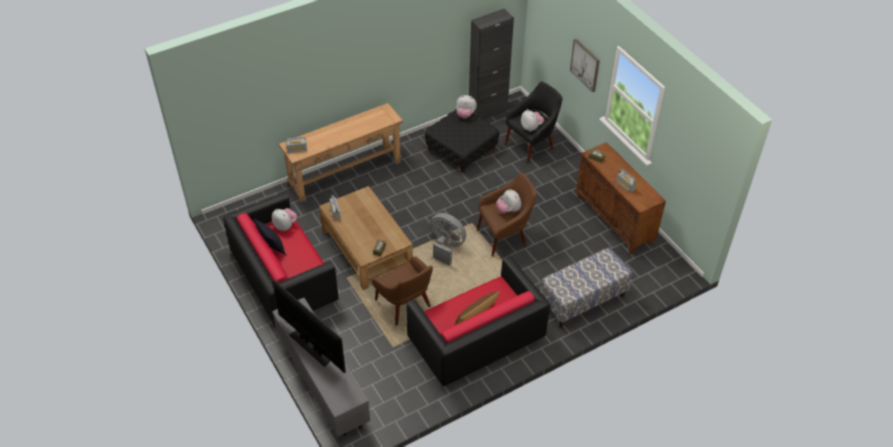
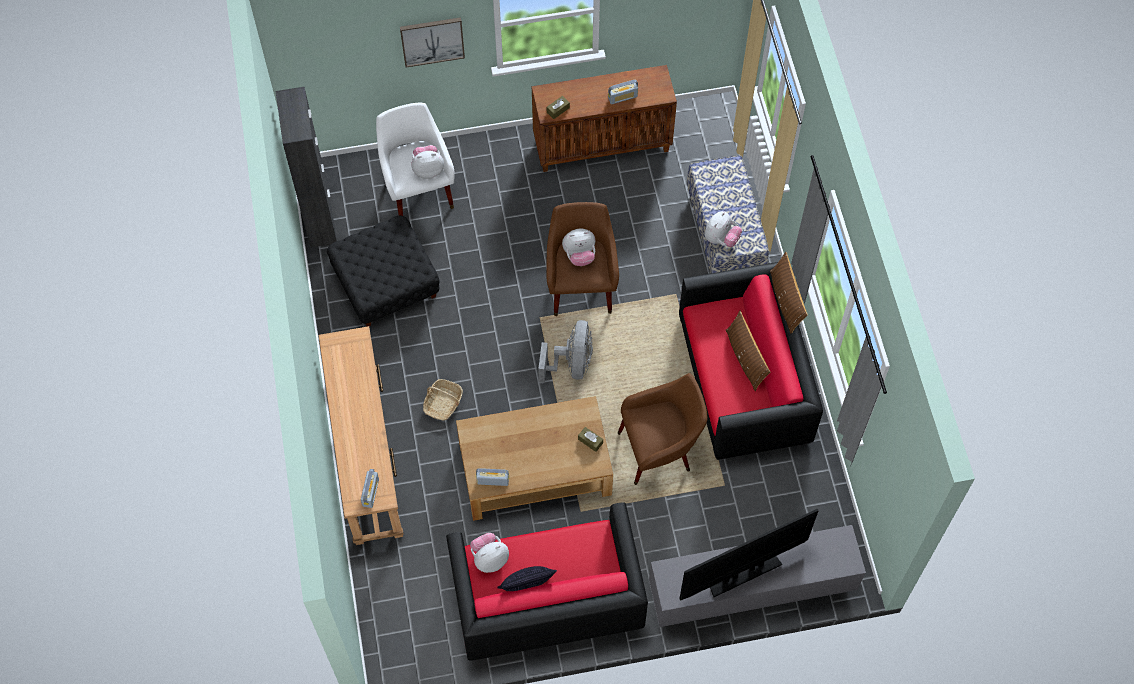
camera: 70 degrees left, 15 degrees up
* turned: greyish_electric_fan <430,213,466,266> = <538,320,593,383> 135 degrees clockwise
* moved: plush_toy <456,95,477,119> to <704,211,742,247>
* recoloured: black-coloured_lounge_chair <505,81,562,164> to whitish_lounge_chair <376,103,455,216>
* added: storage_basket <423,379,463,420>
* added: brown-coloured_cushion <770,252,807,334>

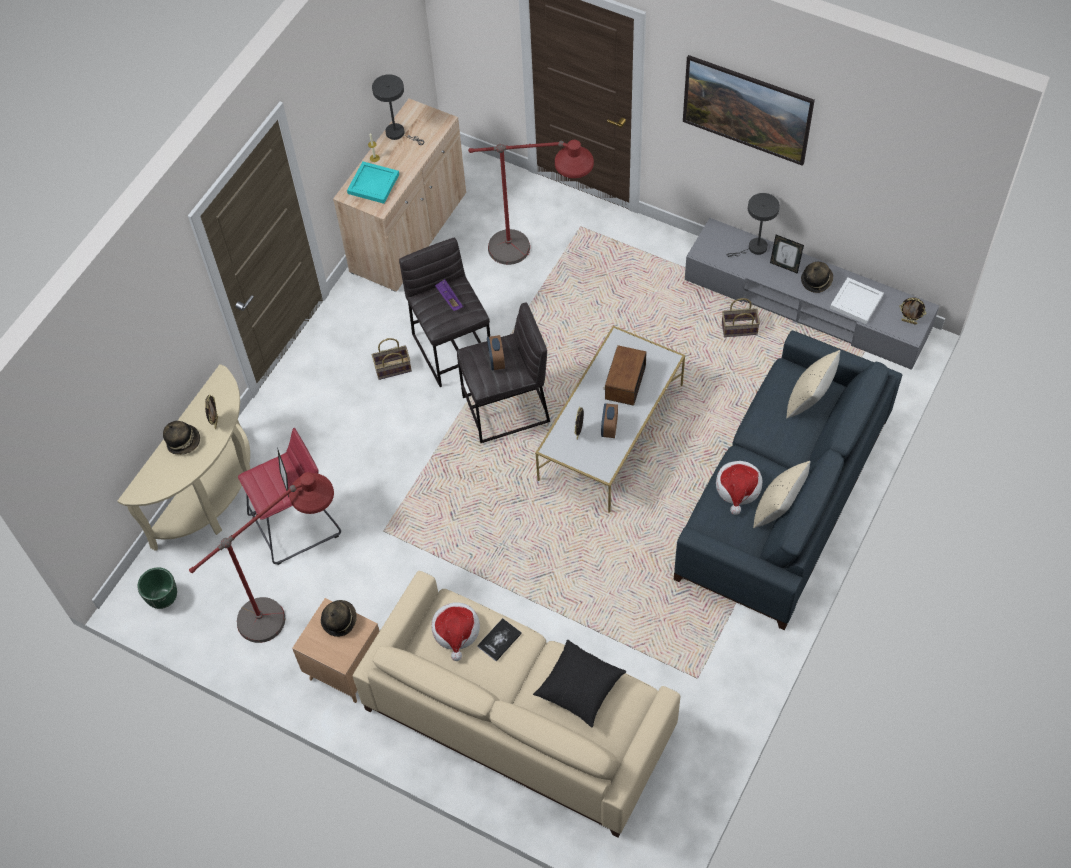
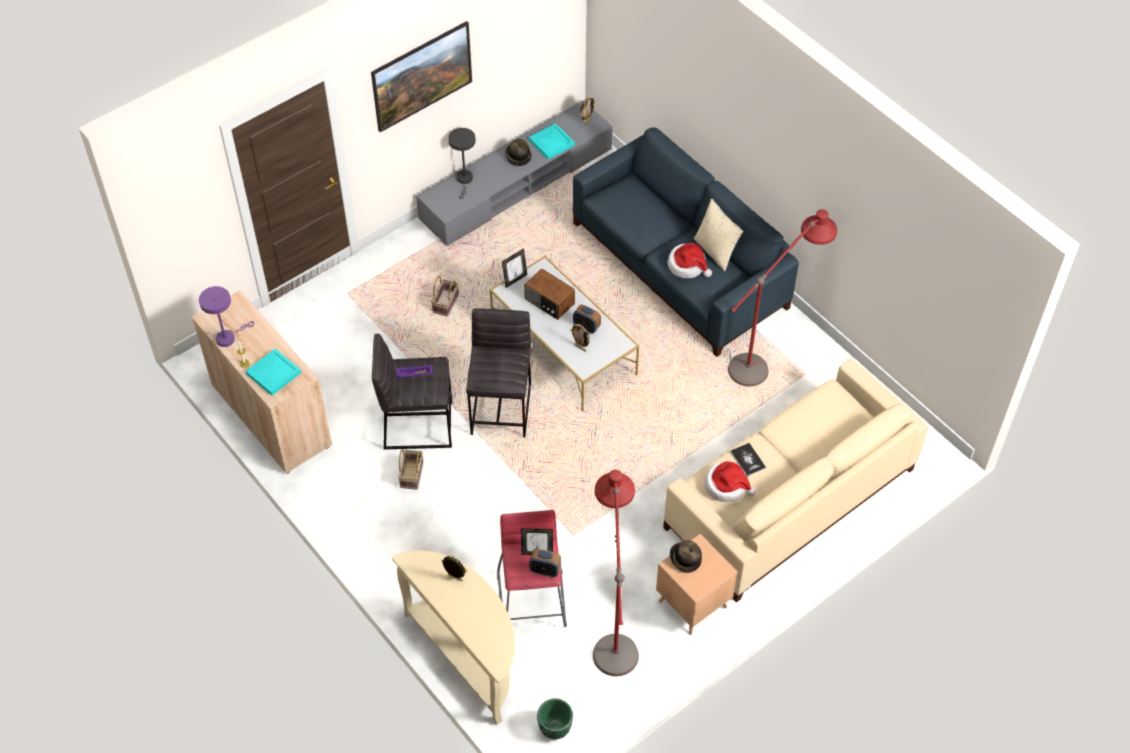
camera: 70 degrees left, 5 degrees down
* removed: clothing_hat <163,421,200,455>
* recoloured: greyish_lamp_for_a_table <372,74,424,145> to purplish_lamp_for_a_table <199,286,254,347>
* moved: red-coloured_floor_lamp <468,140,594,265> to <728,209,837,387>
* moved: table_clock <487,335,505,370> to <529,549,561,577>
* removed: black-coloured_cushion <533,640,626,727>
* moved: storage_basket <722,298,760,337> to <431,276,459,317>
* moved: photo_frame <770,235,804,274> to <502,248,527,288>
* removed: sand-coloured_cushion <786,350,840,419>
* recoloured: whitish_carrying_tray <830,277,884,324> to turquoise-coloured_carrying_tray <529,123,575,159>

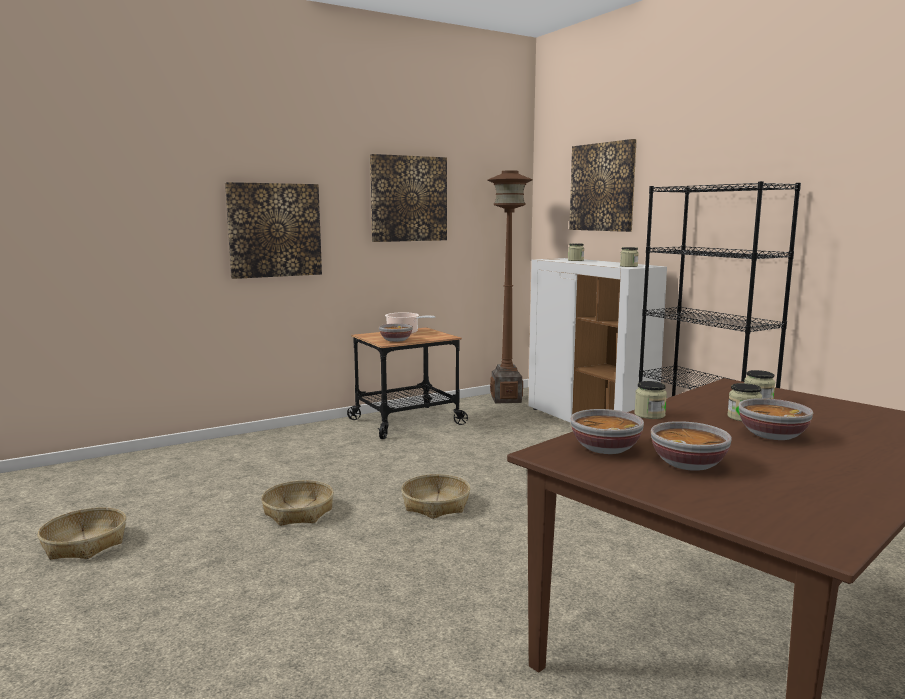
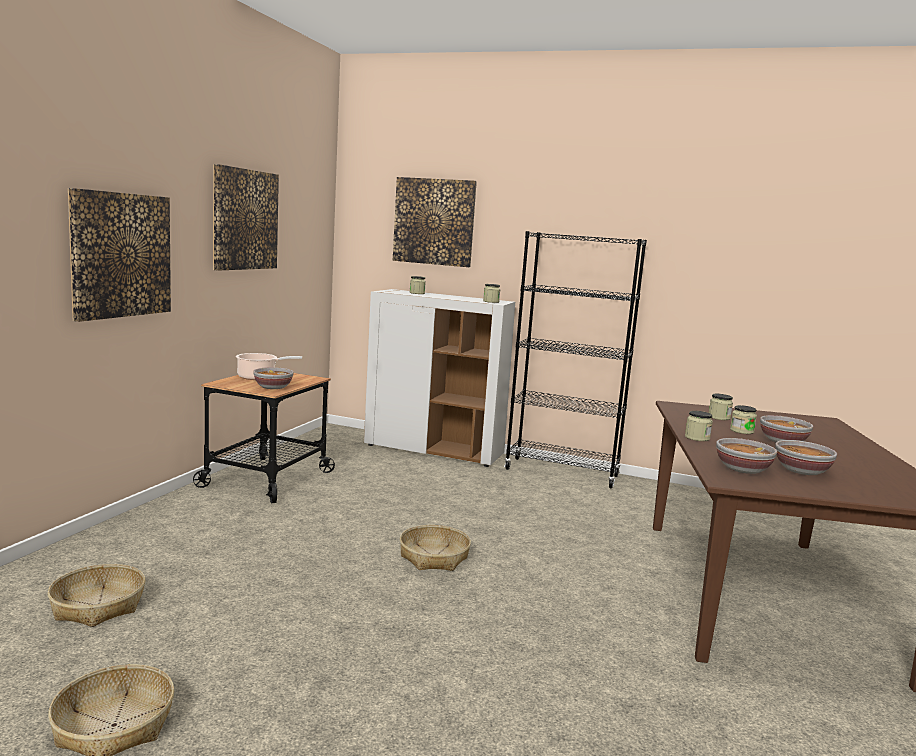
camera: 40 degrees left, 0 degrees up
* moved: storage_basket <261,480,334,526> to <47,564,145,627>
* removed: brown-coloured_floor_lamp <488,170,533,403>

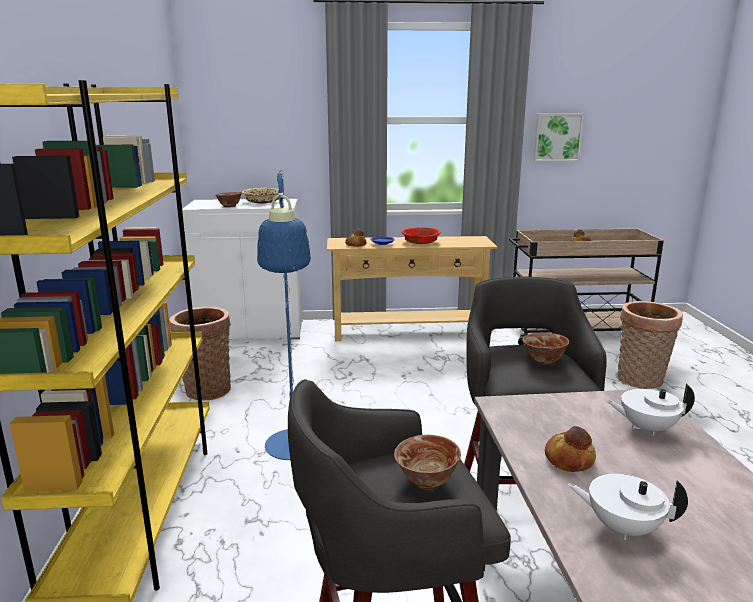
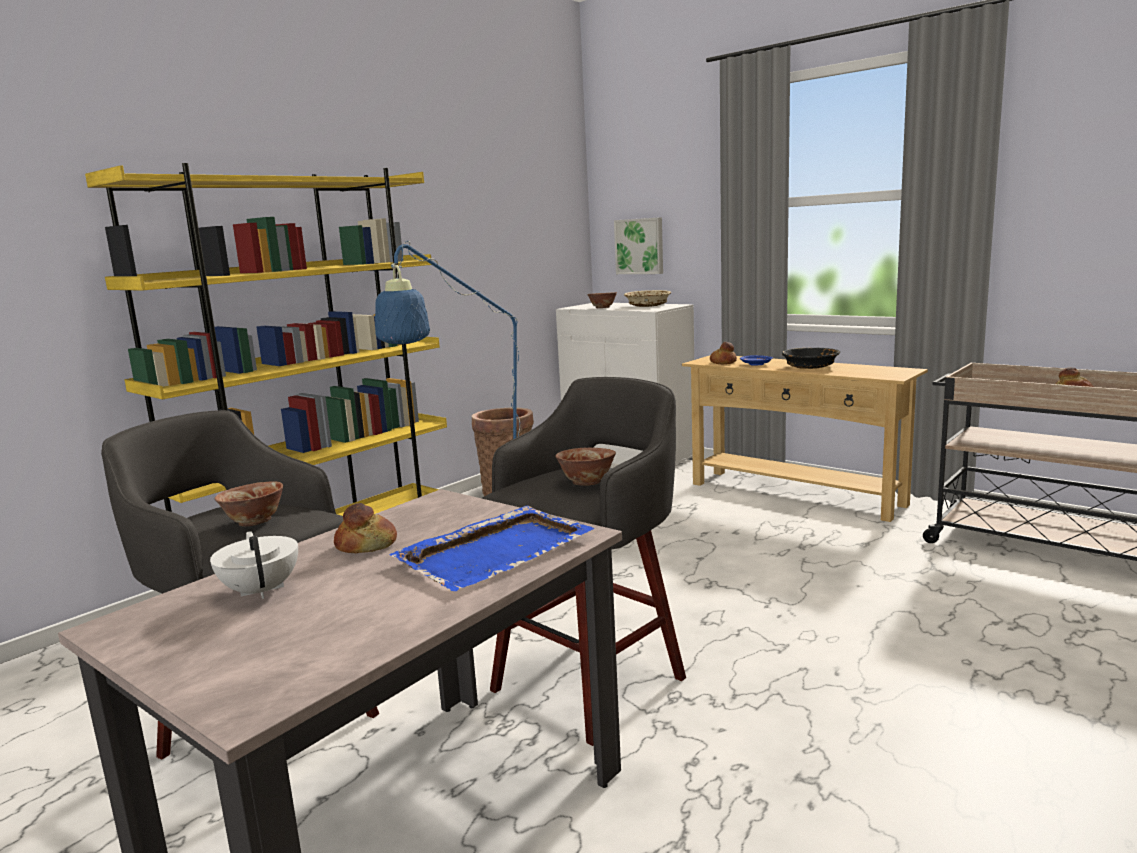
camera: 45 degrees right, 5 degrees down
* recoloured: red-coloured_deep_dish <402,227,441,244> to black-coloured_deep_dish <782,348,840,369>
* moved: picture <533,114,584,161> to <614,217,663,274>
* replaced: whitish_tea_pot <606,384,695,436> to blue_carrying_tray <389,506,594,591>
* removed: storage_basket <617,301,683,389>

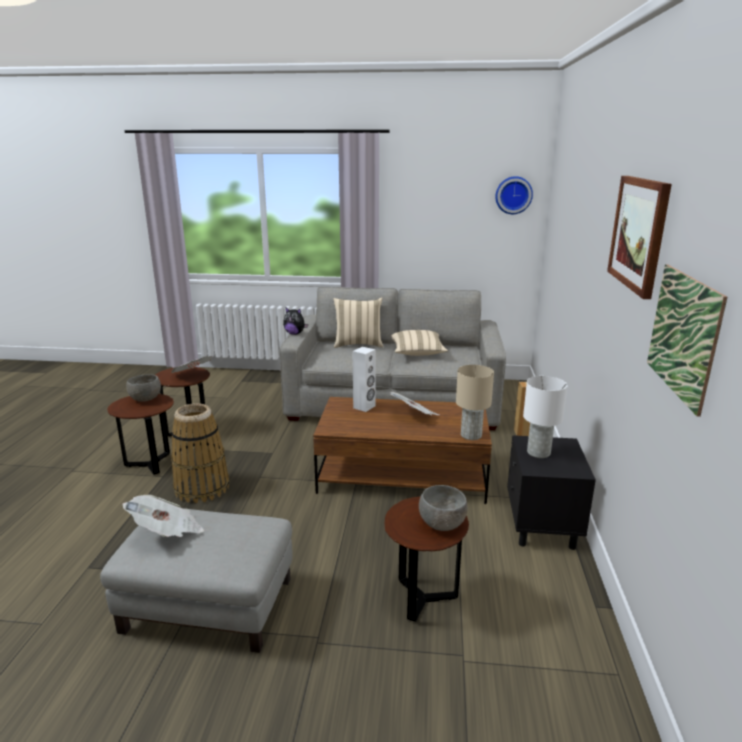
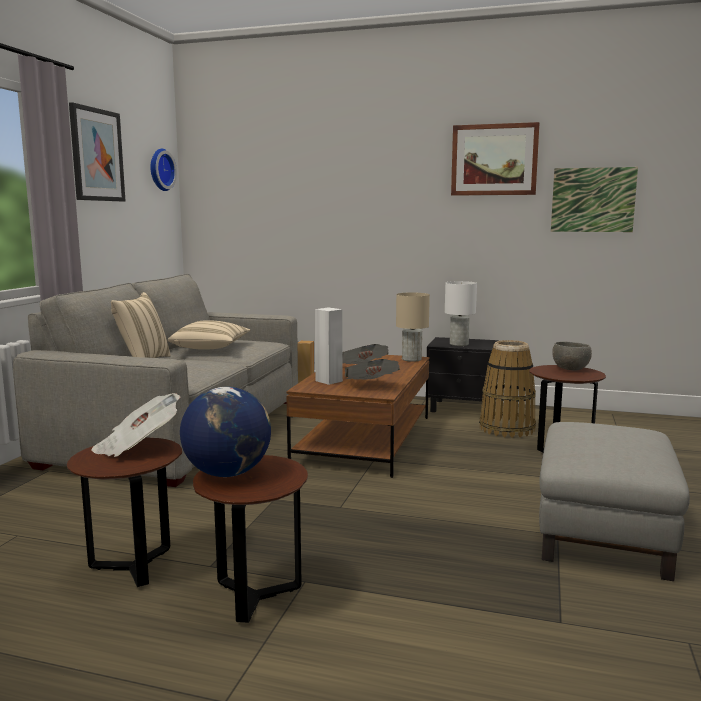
camera: 80 degrees left, 10 degrees down
* moved: daily_paper <122,495,204,537> to <345,359,400,380>
* replaced: greyish_deep_dish <126,374,161,402> to desk_globe <180,387,271,477>
* moved: storage_basket <171,403,229,503> to <479,340,536,438>
* removed: plush_toy <283,308,308,335>
* added: picture <69,102,125,201>

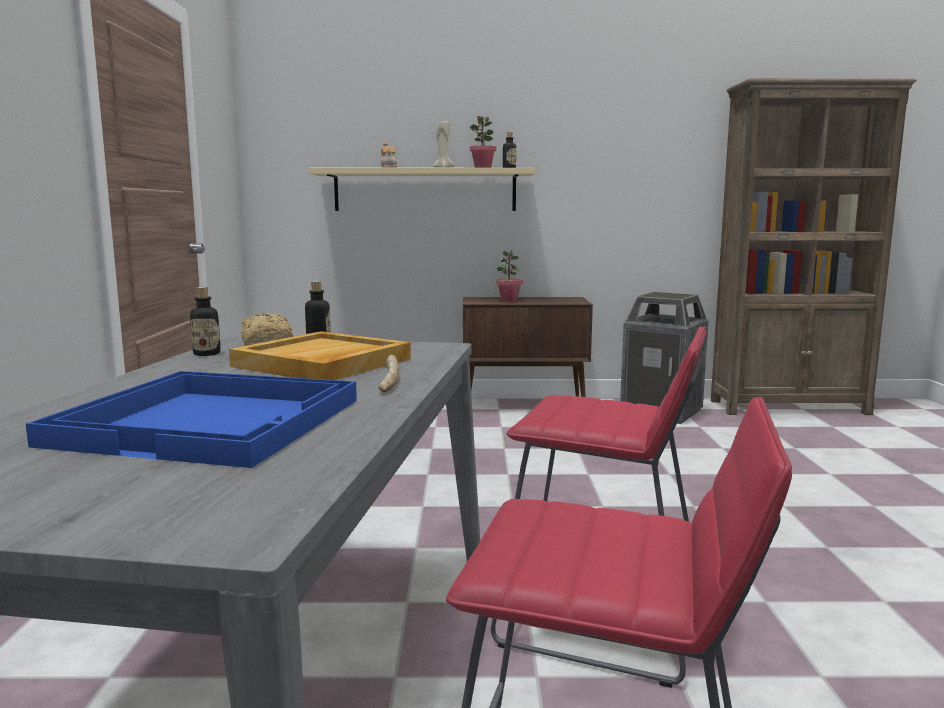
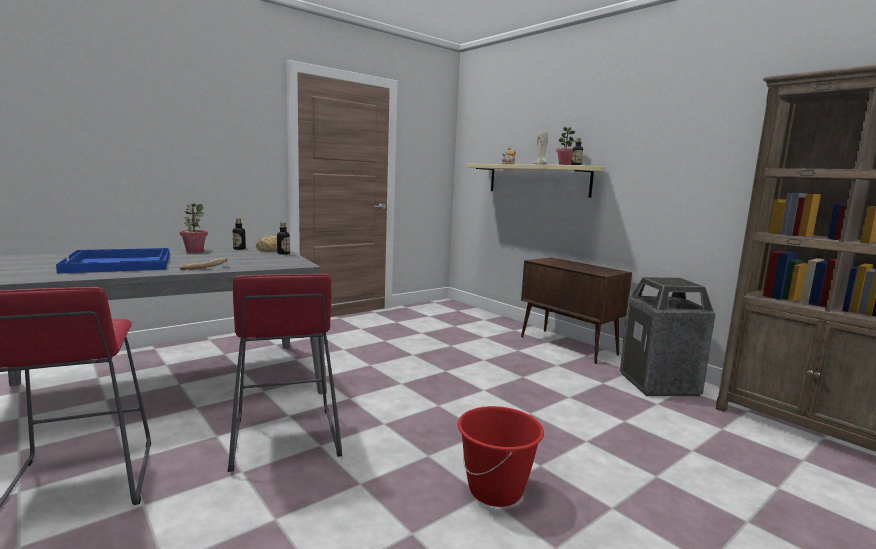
camera: 50 degrees right, 0 degrees up
* removed: sand-coloured_carrying_tray <229,331,411,380>
* moved: potted_plant <496,250,523,302> to <180,204,208,253>
* added: red-coloured_water_bucket <458,406,544,507>

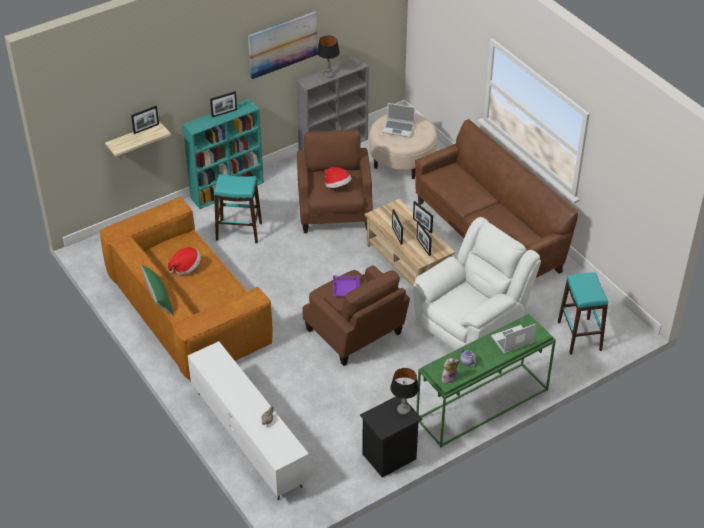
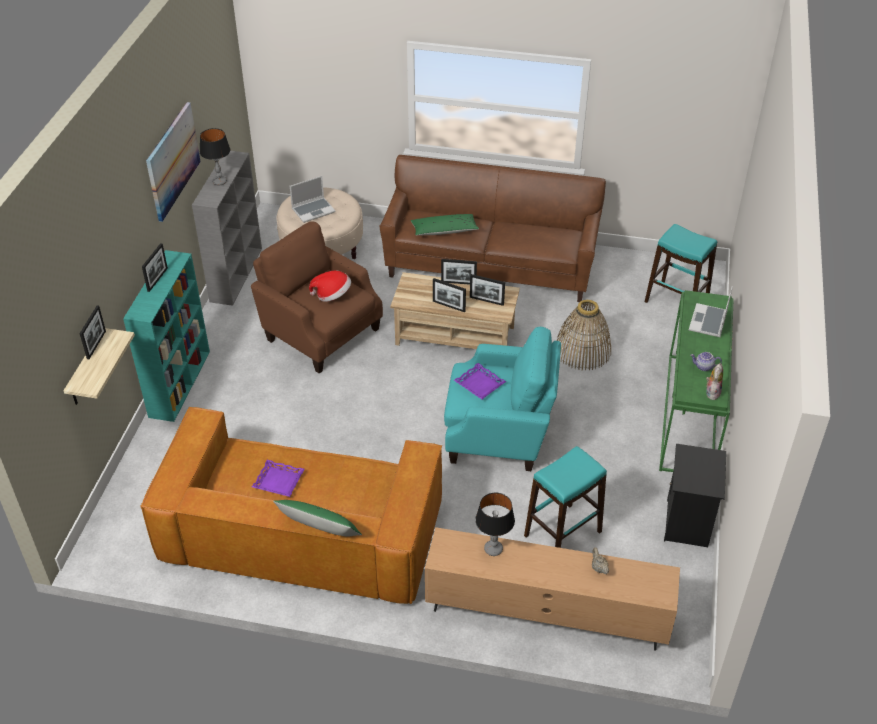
camera: 45 degrees left, 0 degrees up
* replaced: clothing_hat <168,247,201,275> to purplish_carrying_tray <252,460,305,497>
* recoloured: whitish_media_console <188,341,310,500> to brown-coloured_media_console <425,527,680,651>
* moved: turquoise-coloured_sitting_stool <214,174,262,243> to <524,446,607,548>
* recoloured: brown-coloured_lounge_chair <302,265,410,366> to turquoise-coloured_lounge_chair <444,327,561,471>
* moved: lamp_for_a_table <391,368,419,415> to <475,493,515,556>
* replaced: whitish_lounge_chair <413,217,541,351> to storage_basket <557,300,611,370>
* added: green_cushion <411,214,479,235>

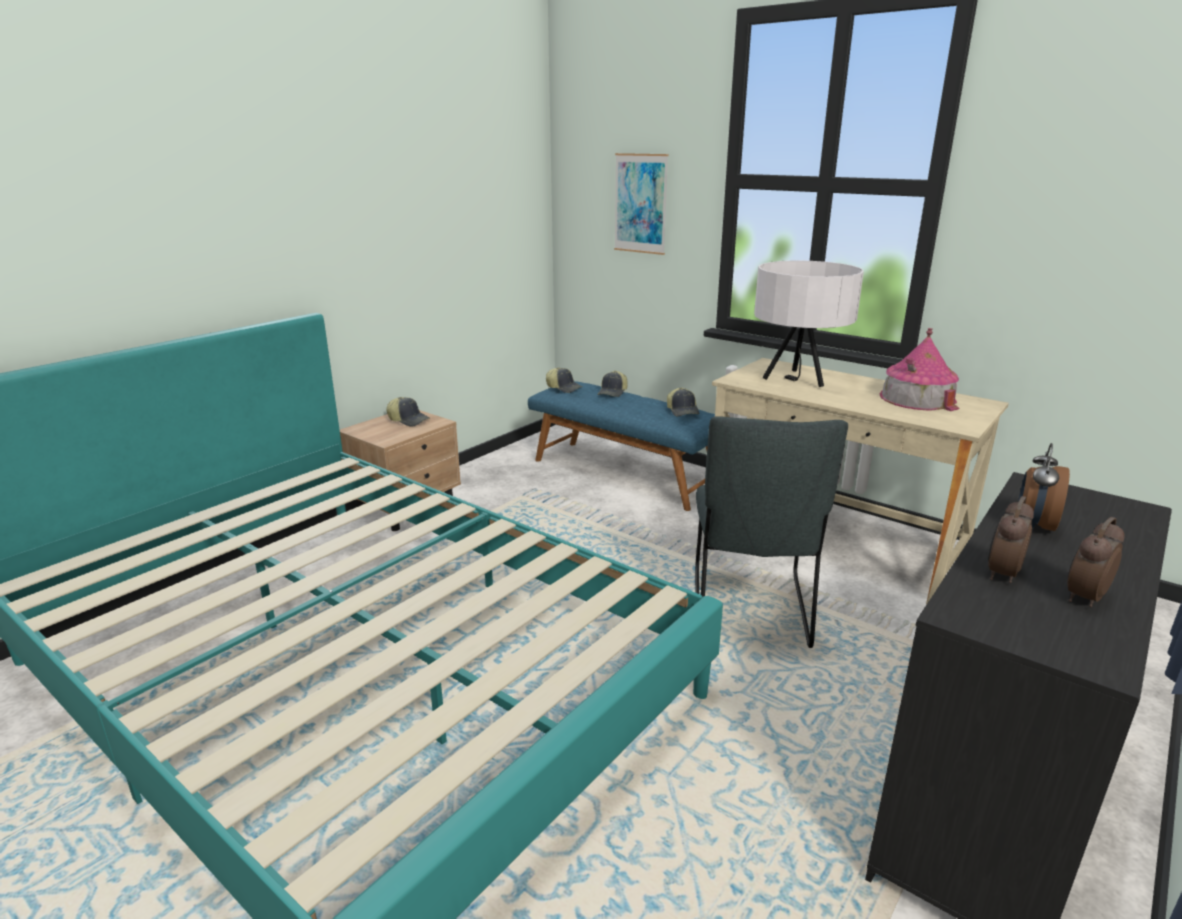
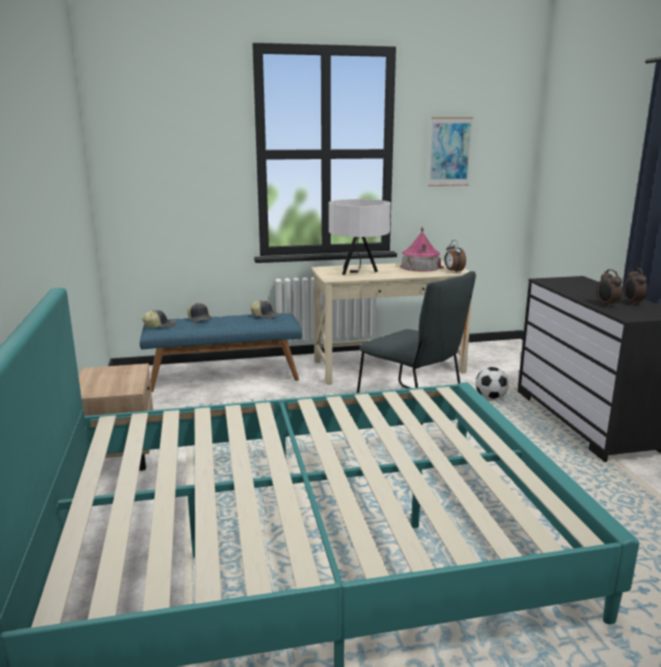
camera: 50 degrees left, 5 degrees down
* removed: cap <386,397,430,427>
* moved: picture <614,153,668,255> to <428,117,473,186>
* moved: table_clock <1018,443,1070,531> to <445,240,466,273>
* added: football <475,367,509,400>

